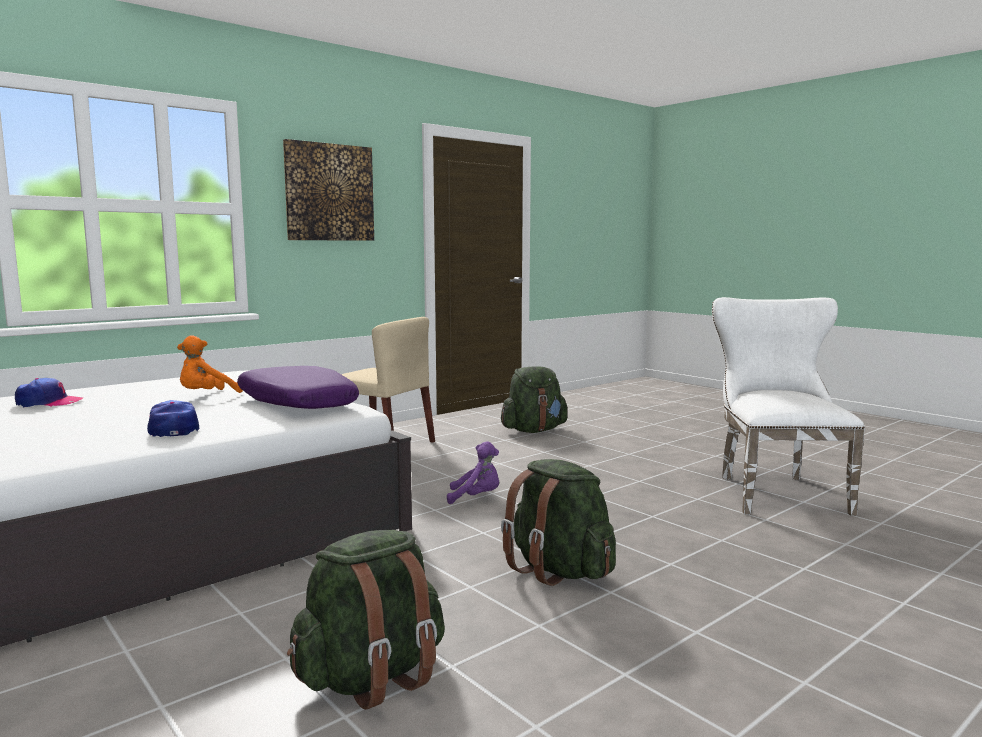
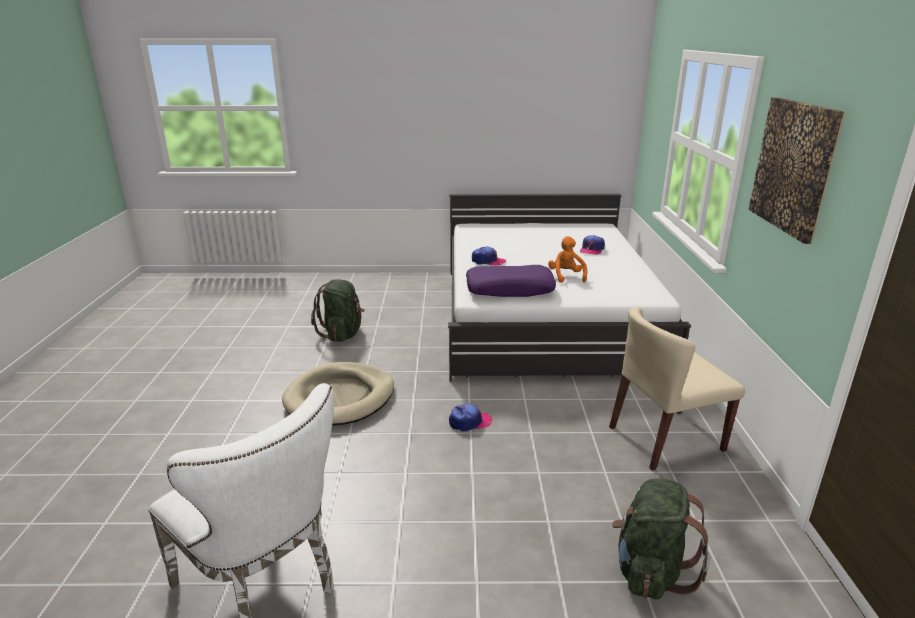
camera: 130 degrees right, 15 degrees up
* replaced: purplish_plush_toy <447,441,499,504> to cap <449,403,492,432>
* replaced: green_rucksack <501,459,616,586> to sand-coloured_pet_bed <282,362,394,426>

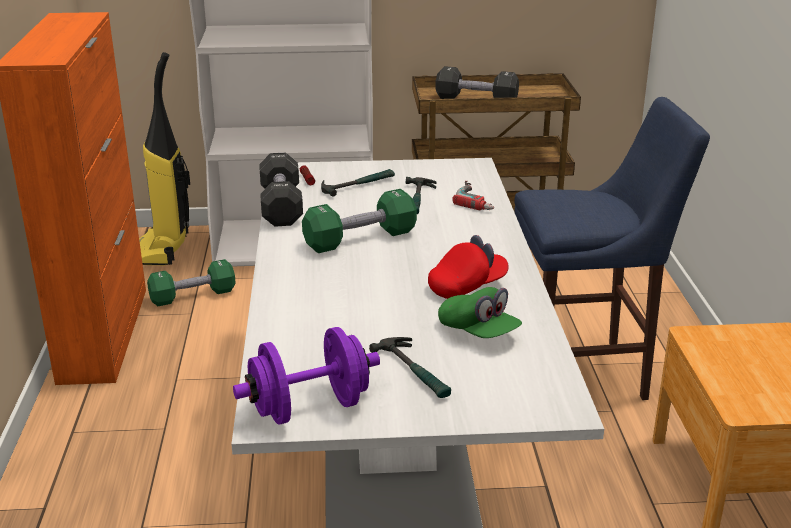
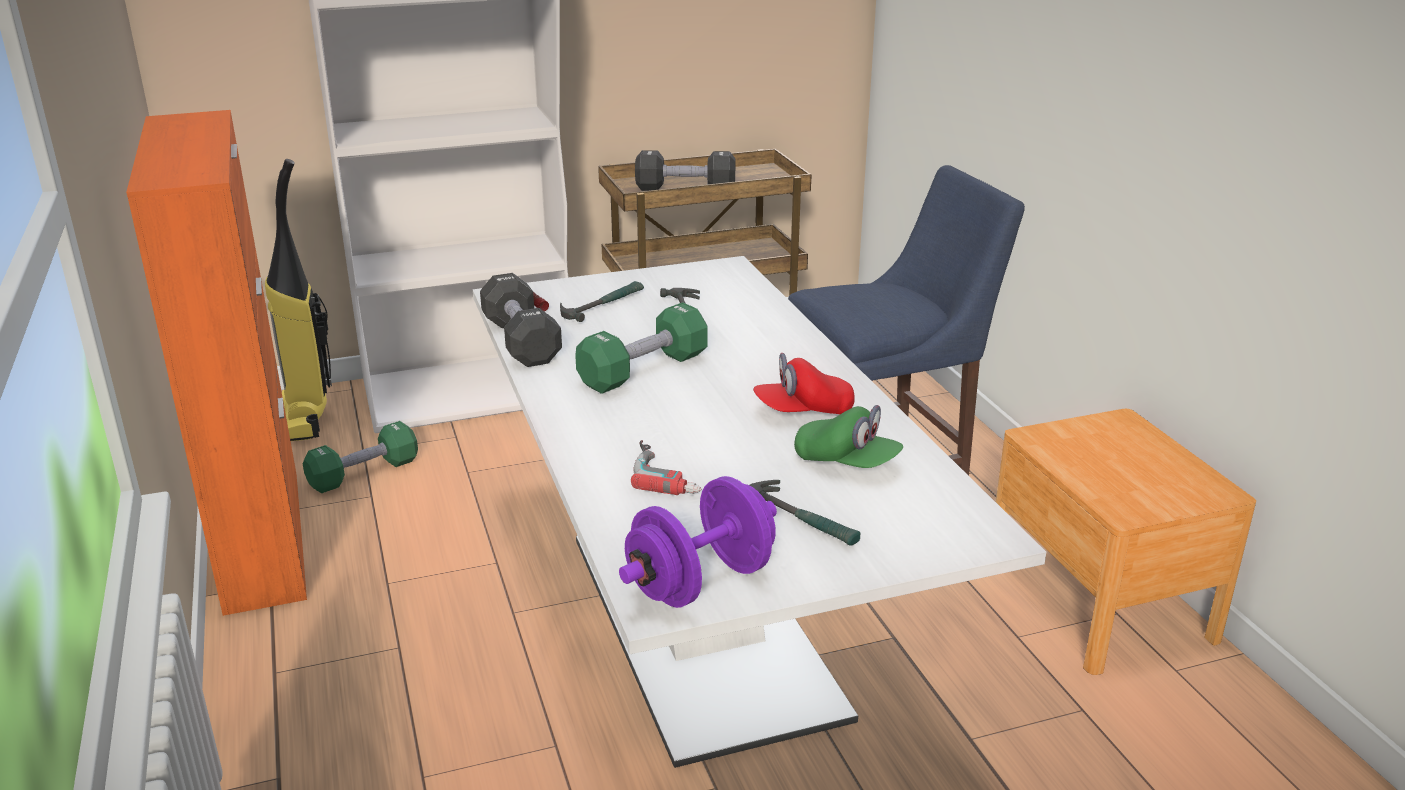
camera: 15 degrees left, 0 degrees up
* turned: red-coloured_cap <428,235,509,299> = <753,353,855,414> 150 degrees counterclockwise
* moved: drill <452,181,494,211> to <631,440,701,495>

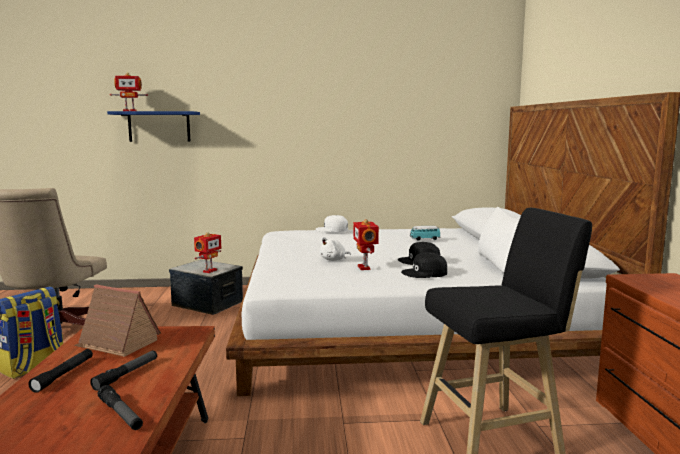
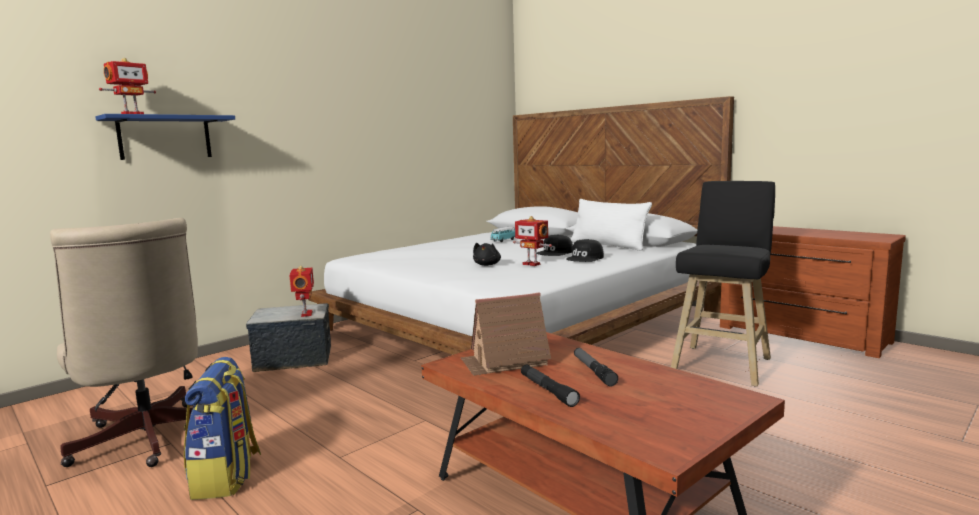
camera: 40 degrees left, 0 degrees up
* removed: flashlight <98,385,143,430>
* removed: whitish_cap <316,215,348,232>
* recoloured: whitish_plush_toy <320,237,351,261> to black-coloured_plush_toy <473,243,501,266>

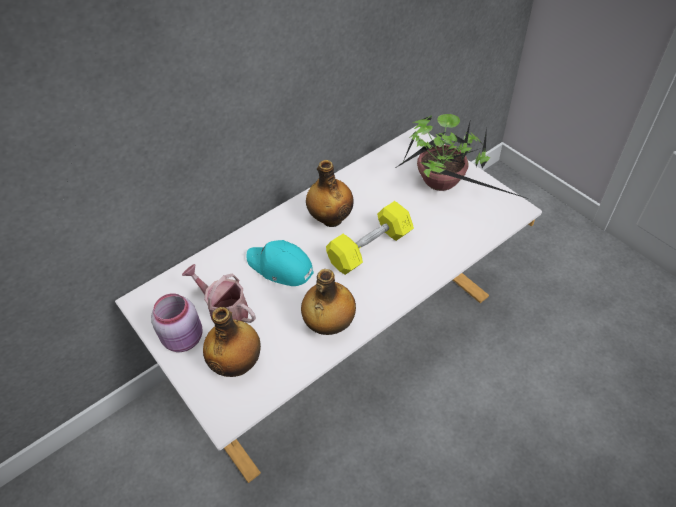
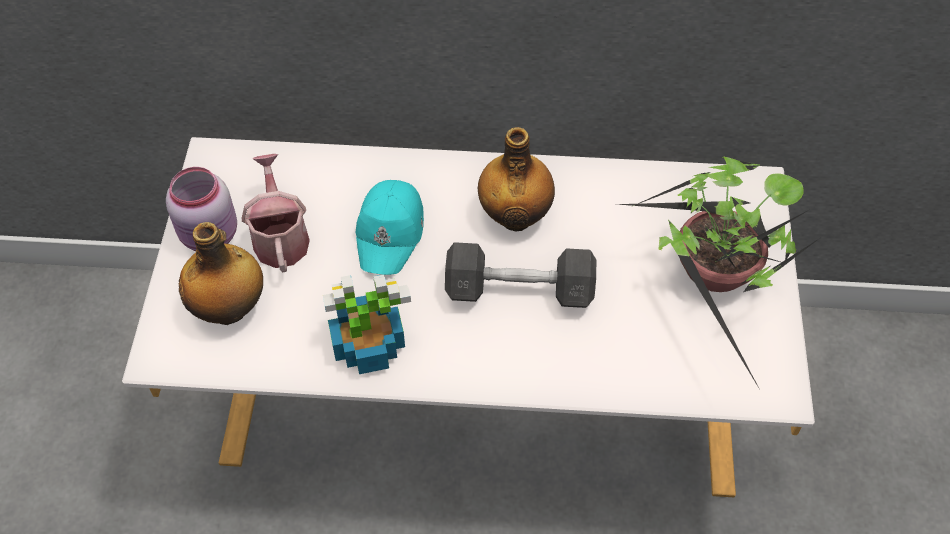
camera: 40 degrees right, 5 degrees up
* turned: turquoise-coloured_cap <246,240,314,286> = <356,180,424,275> 150 degrees counterclockwise
* replaced: drink_bottle <301,269,356,335> to potted_plant <323,274,411,374>
* recoloured: yellow_free_weight <326,201,414,275> to greyish_free_weight <445,242,596,308>

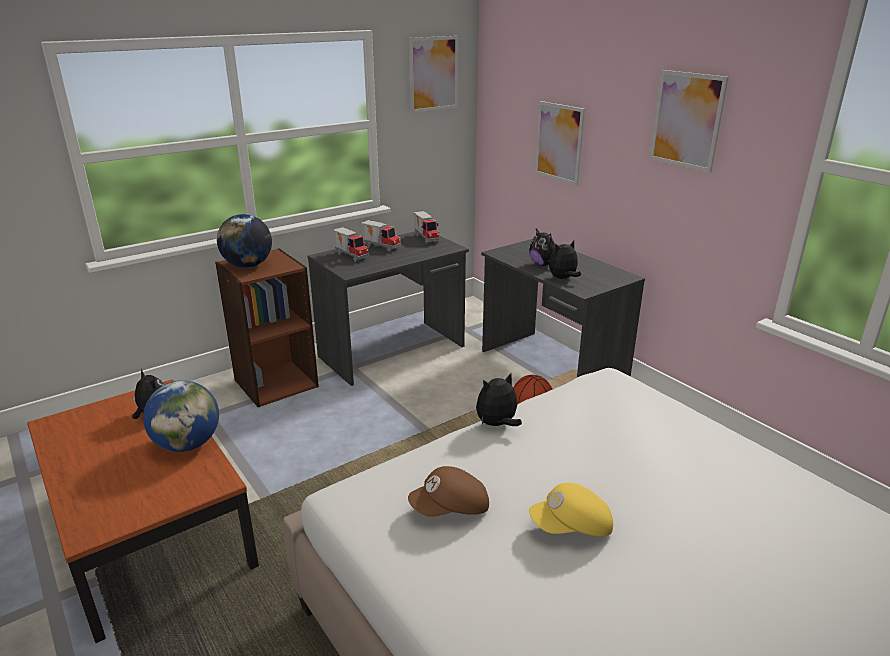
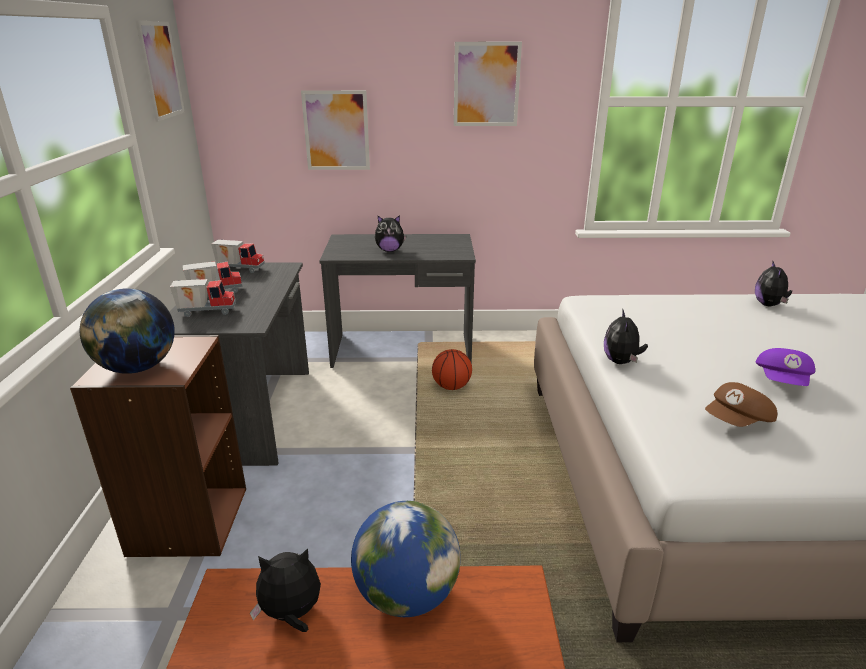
camera: 55 degrees left, 0 degrees up
* turned: brown-coloured_cap <408,466,489,517> = <705,382,777,427> 45 degrees clockwise
* recoloured: yellow_cap <529,483,613,537> to purplish_cap <756,348,815,386>
* moved: plush_toy <549,241,581,279> to <755,261,792,306>

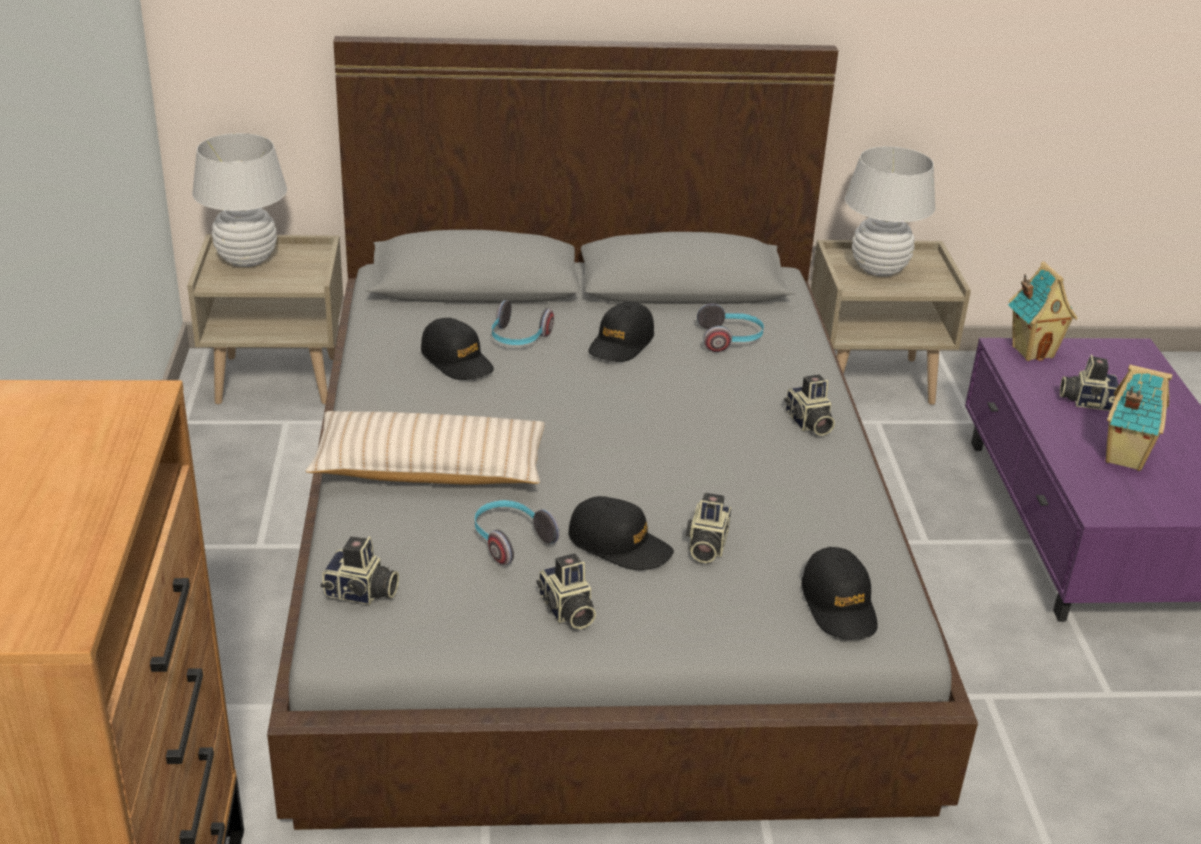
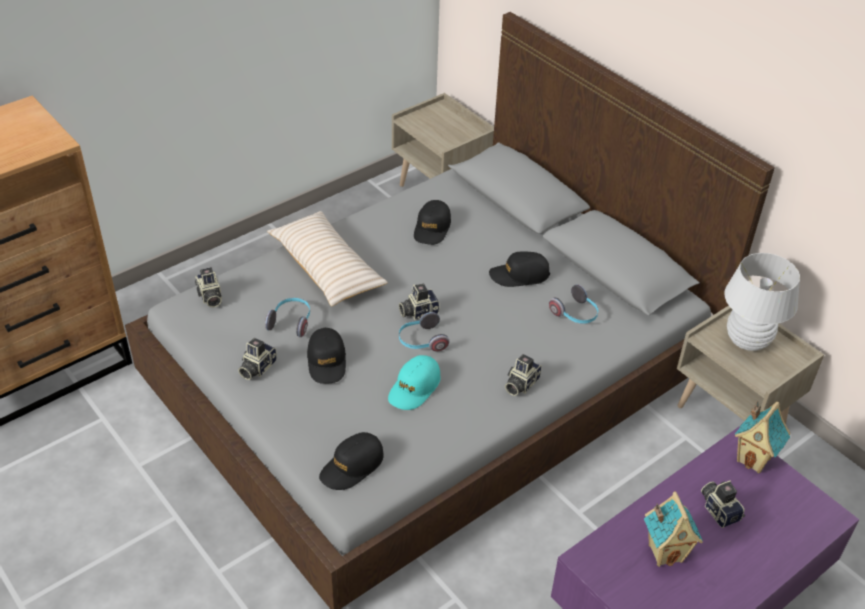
camera: 55 degrees right, 10 degrees up
* removed: whitish_lamp_for_a_table <192,133,287,267>
* moved: headset <492,300,554,345> to <399,312,449,351>
* moved: photo_camera <686,492,731,563> to <399,284,440,320>
* added: turquoise-coloured_cap <388,355,441,410>

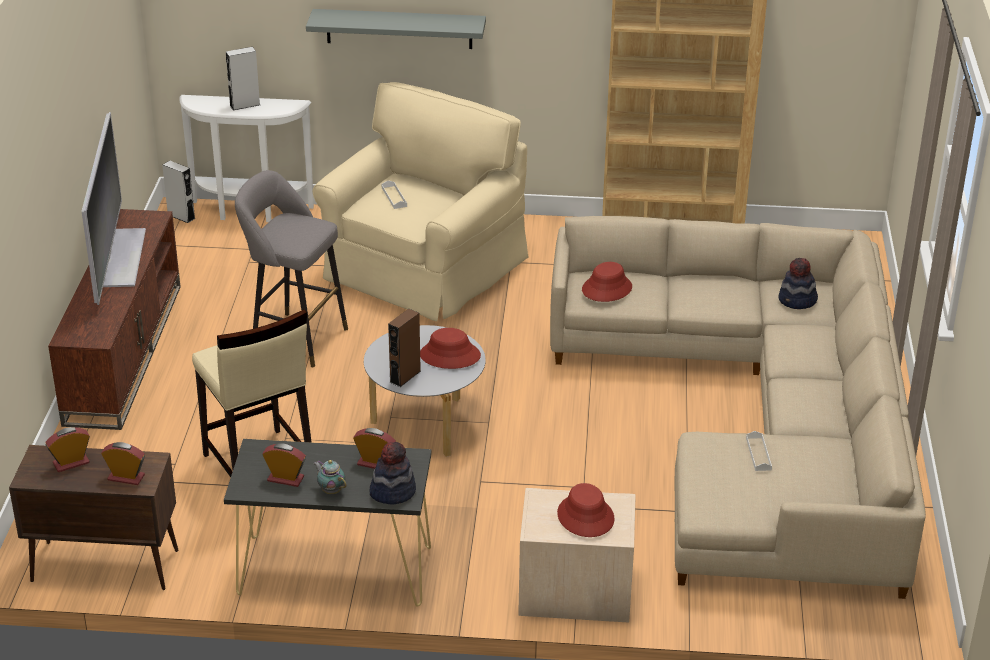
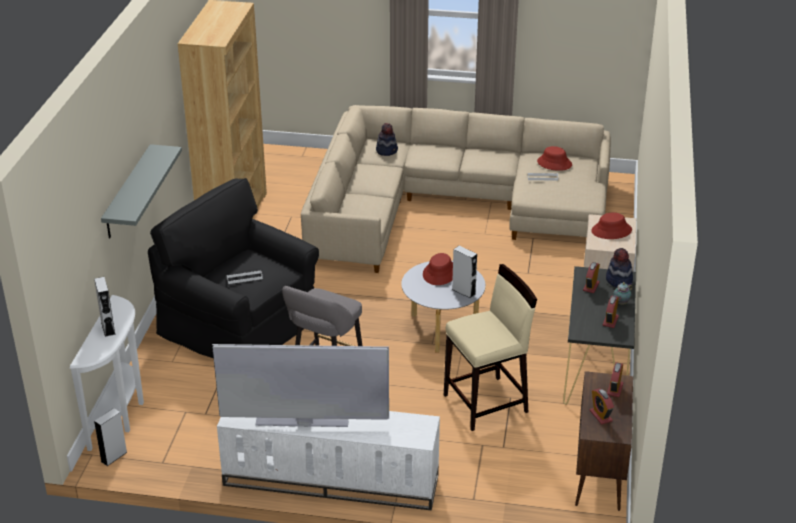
camera: 85 degrees left, 0 degrees up
* recoloured: brown-coloured_media_console <48,209,181,430> to whitish_media_console <217,411,440,510>
* recoloured: sand-coloured_lounge_chair <313,82,529,321> to black-coloured_lounge_chair <148,178,319,358>
* recoloured: brown-coloured_speaker <388,309,421,387> to greyish_speaker <452,246,477,298>
* moved: red-coloured_clothing_hat <582,262,632,302> to <537,146,572,171>

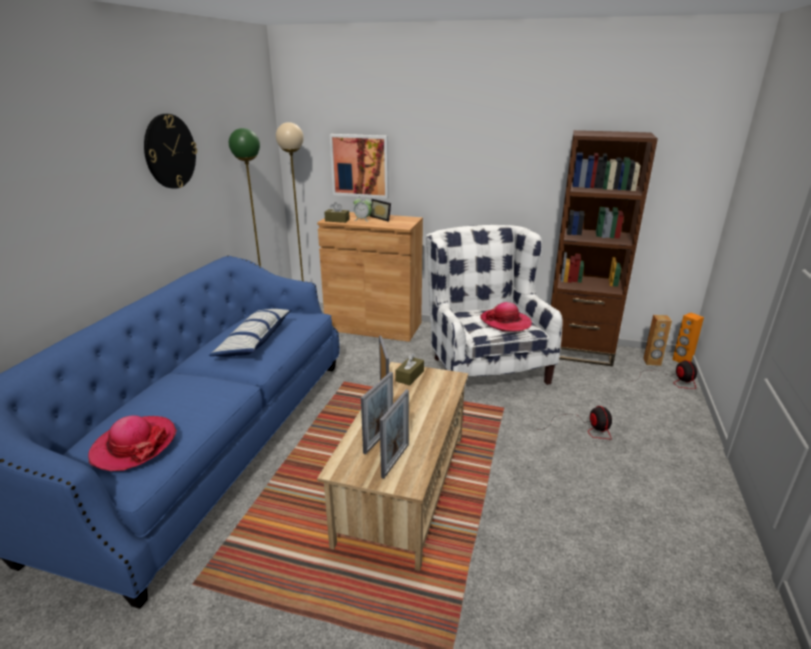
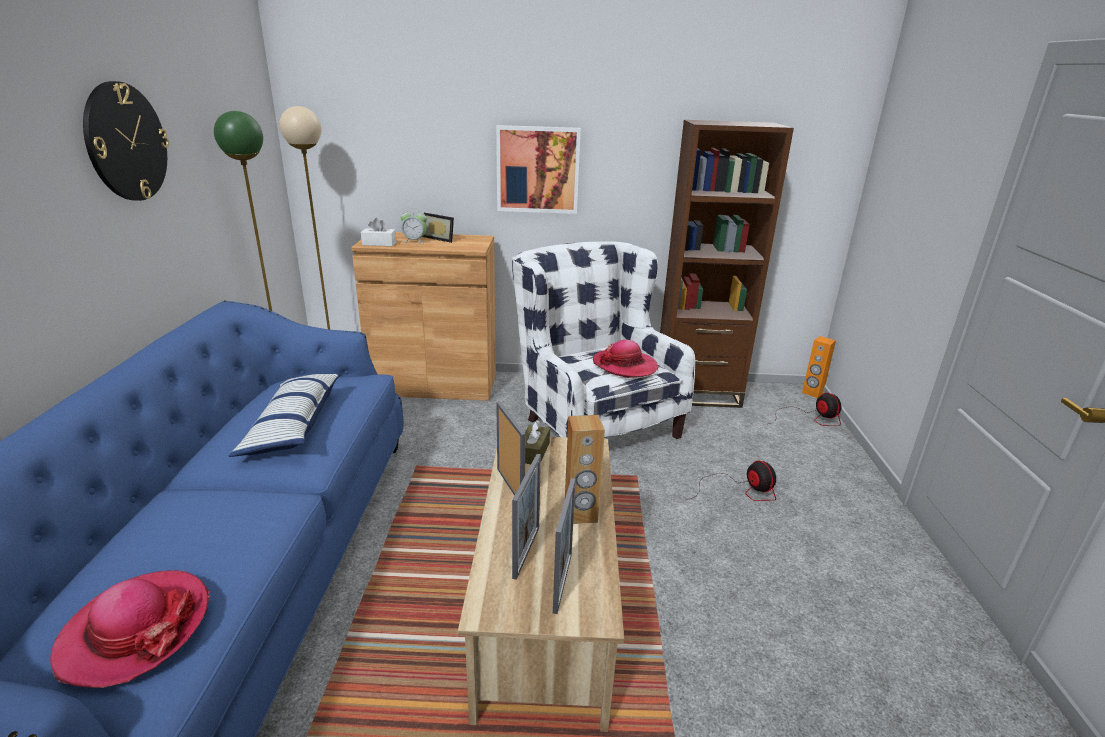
camera: 15 degrees left, 0 degrees up
* recoloured: brown-coloured_tissue_box <324,202,350,223> to whitish_tissue_box <361,218,396,246>
* moved: picture <329,134,389,199> to <496,125,581,214>
* moved: brown-coloured_speaker <643,315,672,366> to <565,415,605,524>

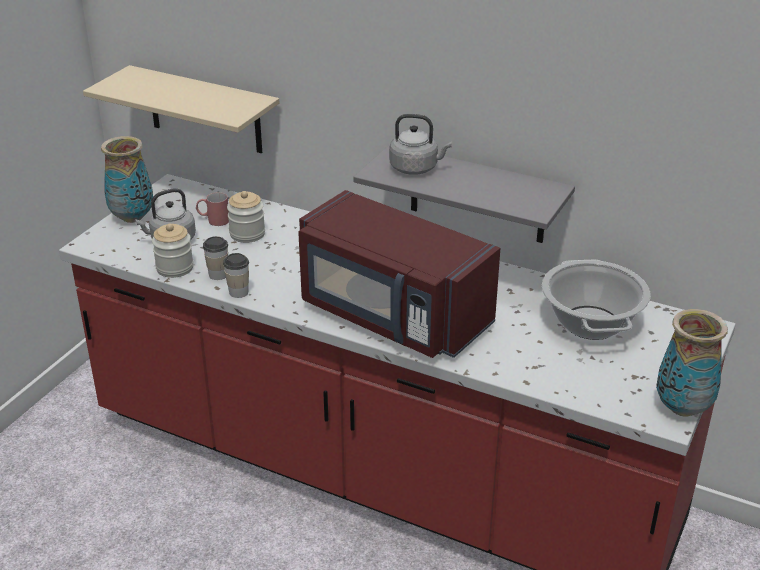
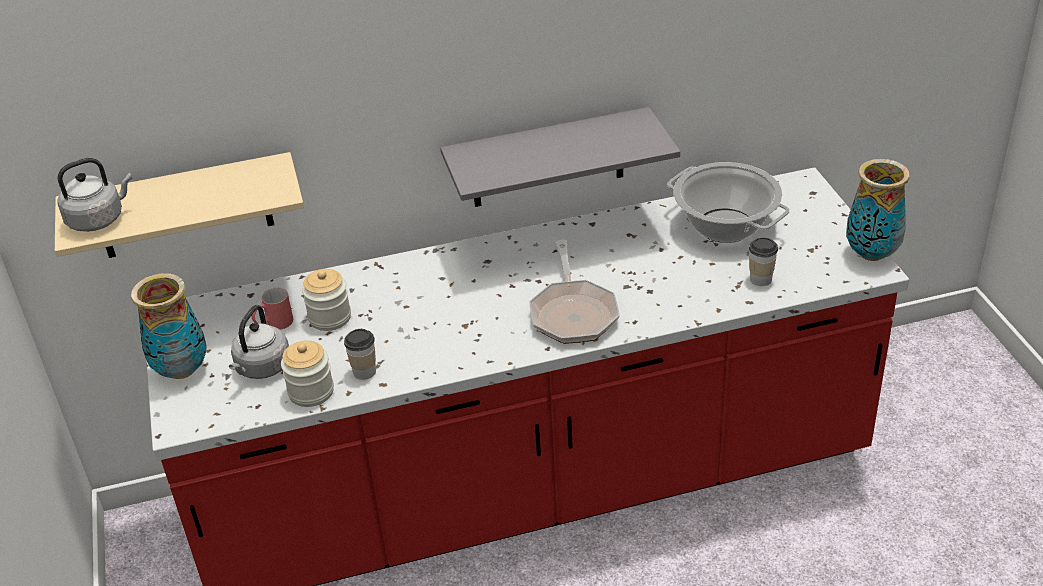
camera: 40 degrees left, 5 degrees up
* moved: cup <223,253,249,298> to <749,237,778,286>
* replaced: red-coloured_microwave_oven <298,190,500,358> to pan <529,240,620,344>
* moved: greyish_water_kettle <390,114,452,175> to <57,158,132,232>

